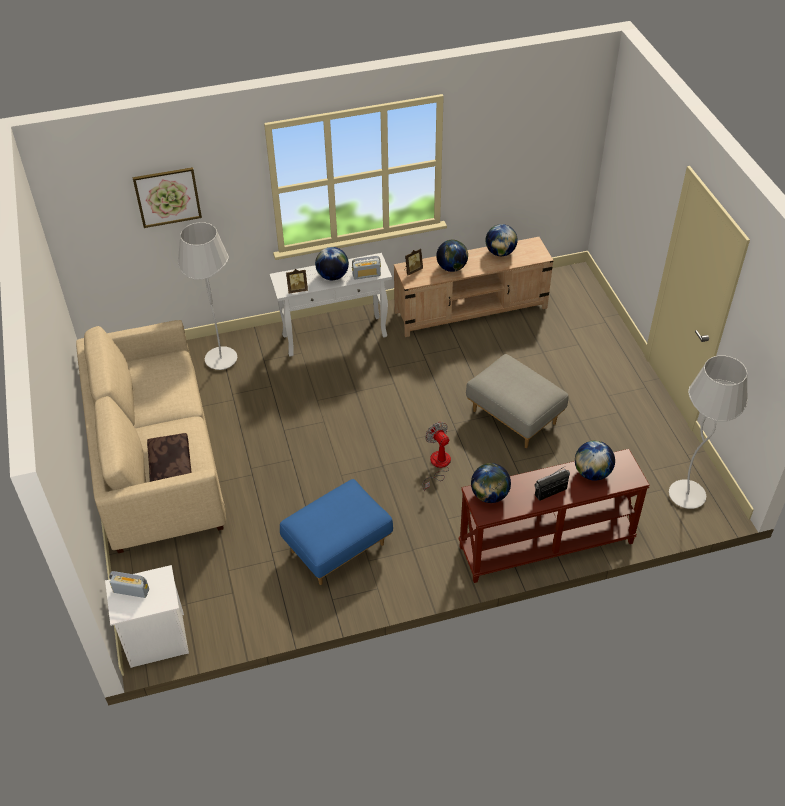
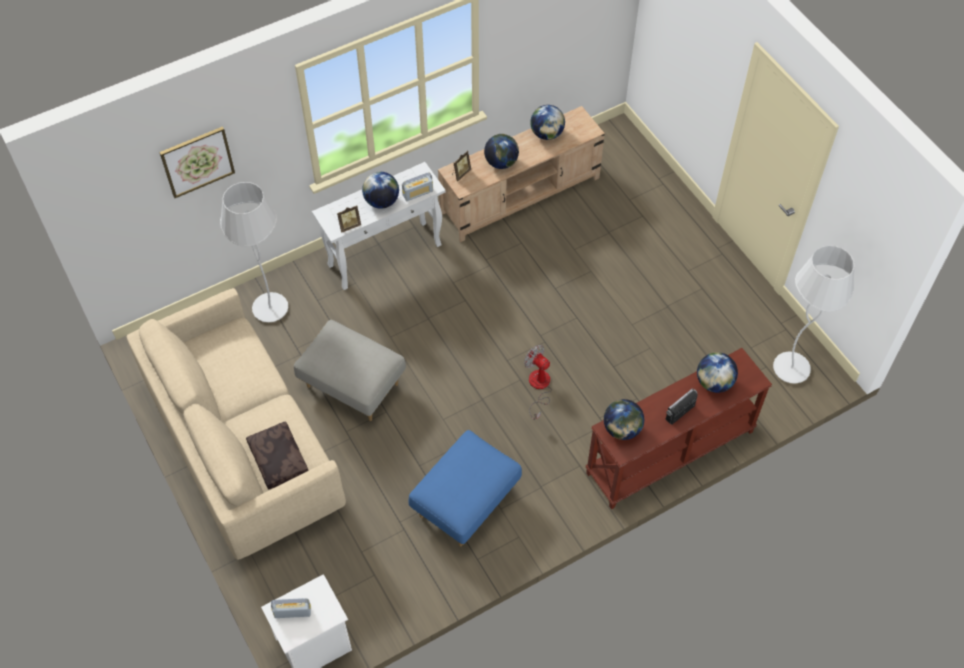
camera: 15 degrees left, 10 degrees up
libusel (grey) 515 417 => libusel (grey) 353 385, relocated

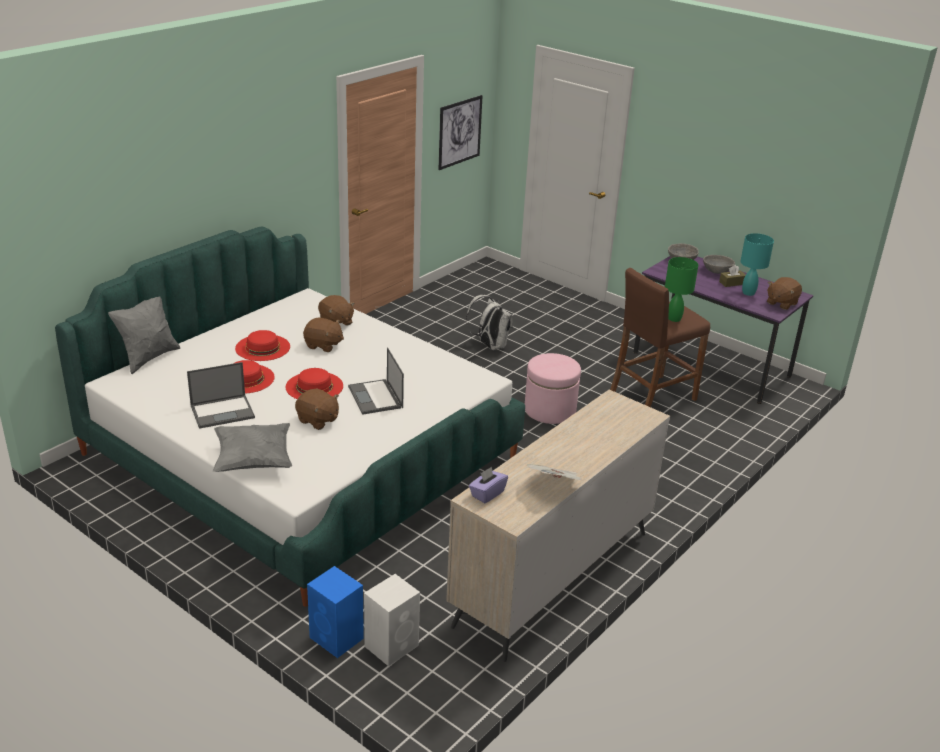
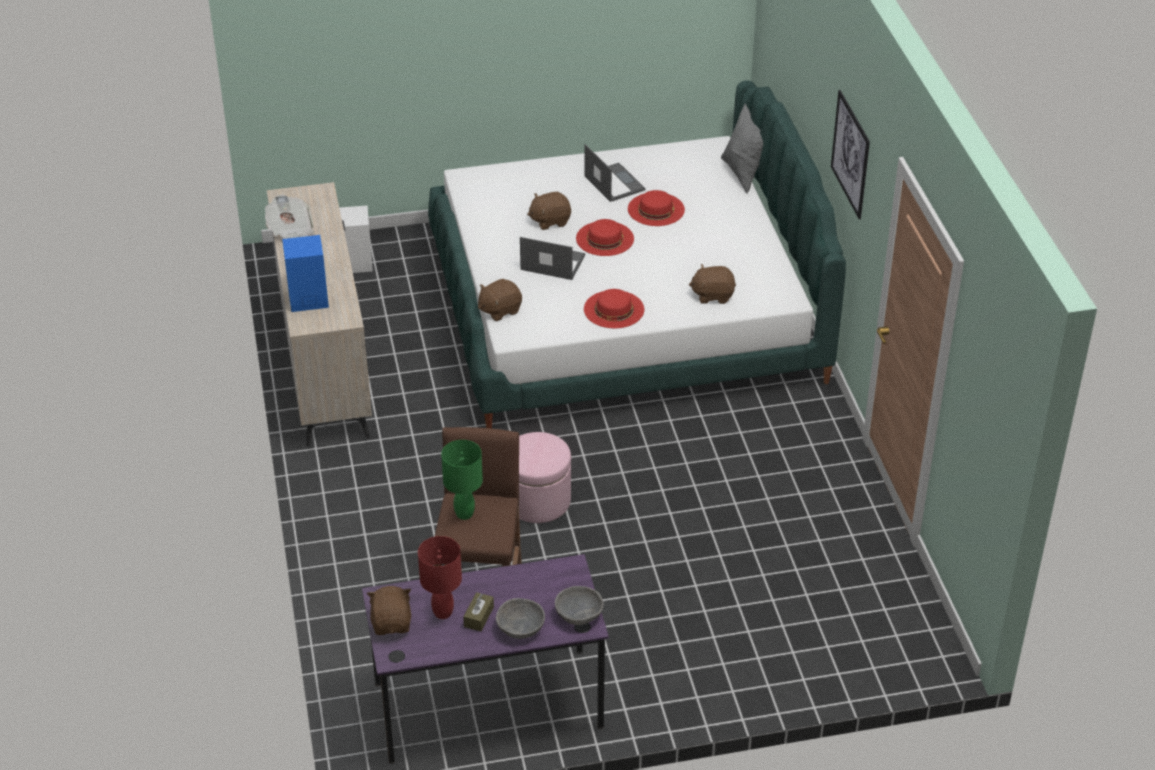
camera: 130 degrees right, 10 degrees up
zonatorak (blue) 337 638 => zonatorak (blue) 307 299, relocated
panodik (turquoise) 748 292 => panodik (red) 443 612
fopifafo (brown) 323 345 => fopifafo (brown) 499 310, relocated
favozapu 223 411 => favozapu 613 182, 135 degrees clockwise
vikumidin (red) 262 347 => vikumidin (red) 614 309, relocated
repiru 460 132 => repiru 850 154, relocated
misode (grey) 253 461 => nothing
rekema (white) 490 345 => nothing
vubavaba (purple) 487 494 => nothing

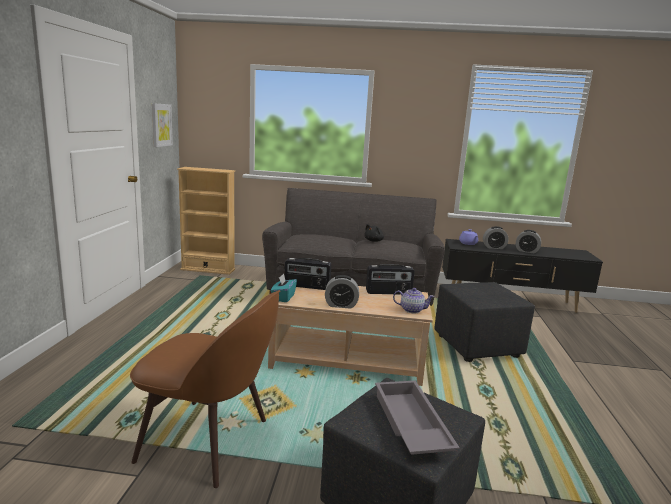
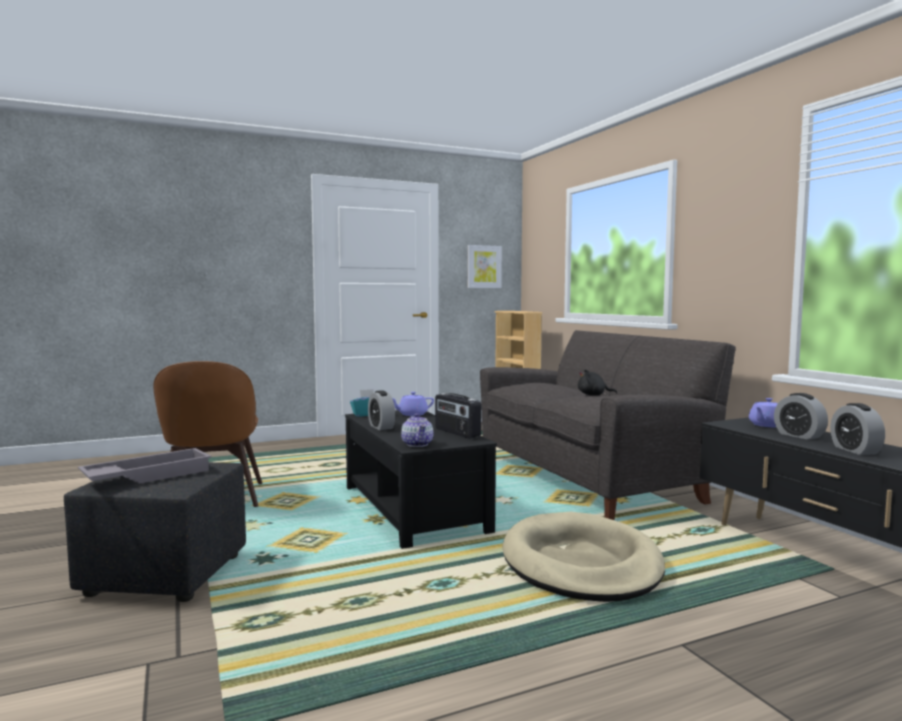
camera: 60 degrees right, 10 degrees down
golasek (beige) 348 359 => golasek (black) 414 509
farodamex 307 286 => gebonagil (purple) 412 414
libusel (black) 478 346 => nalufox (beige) 581 563

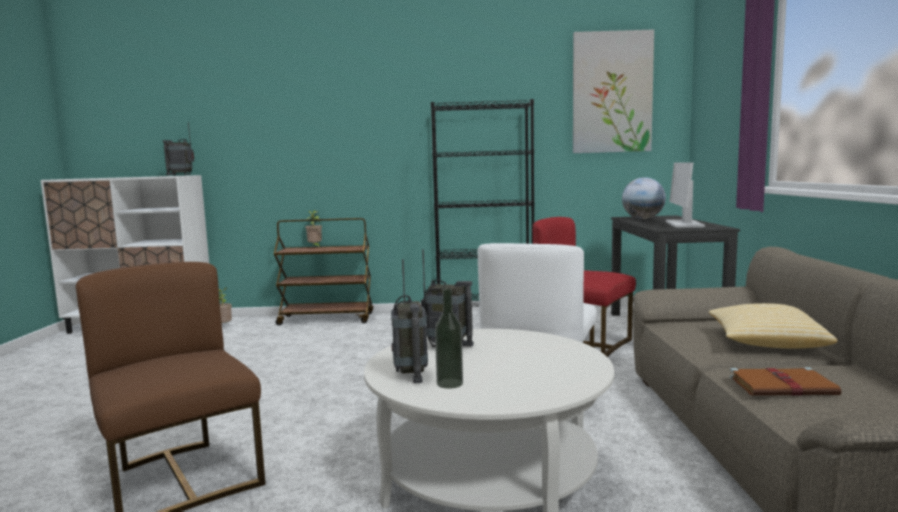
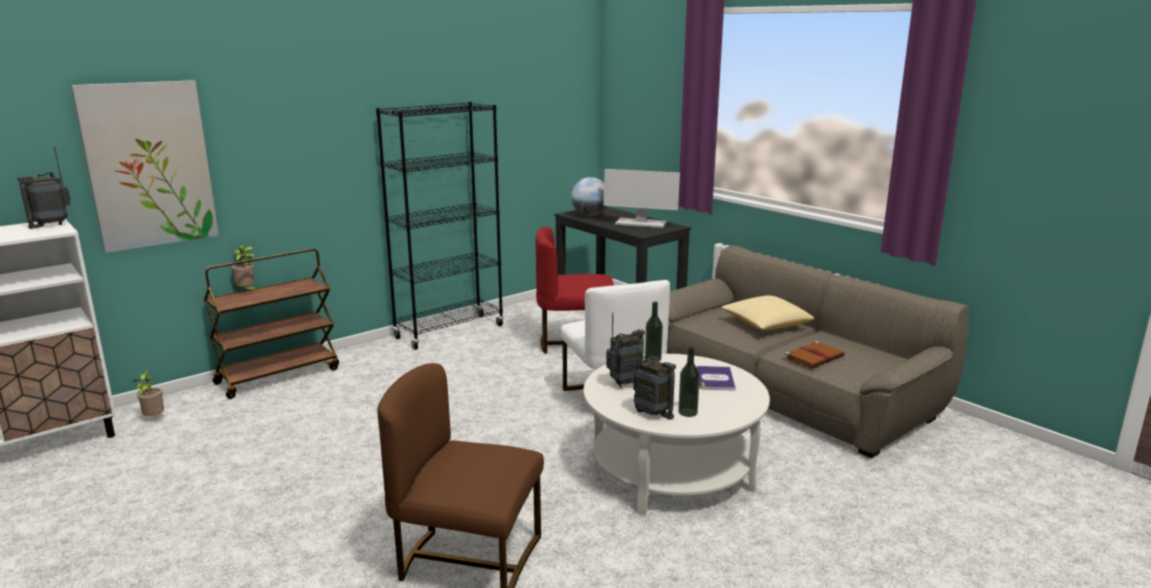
camera: 40 degrees left, 10 degrees up
repiru 612 92 => repiru 149 165, relocated
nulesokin 683 224 => nulesokin 640 223, 45 degrees counterclockwise
nothing => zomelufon 653 359
nothing => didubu 714 379

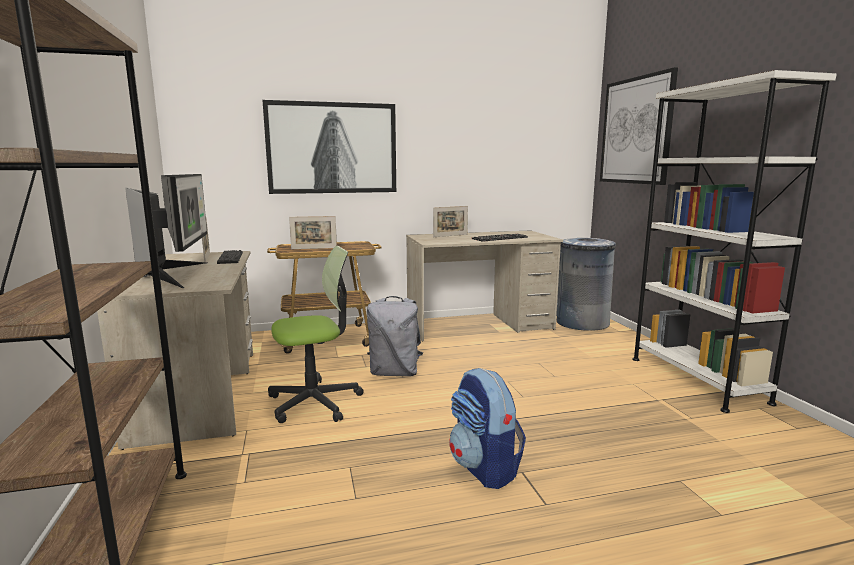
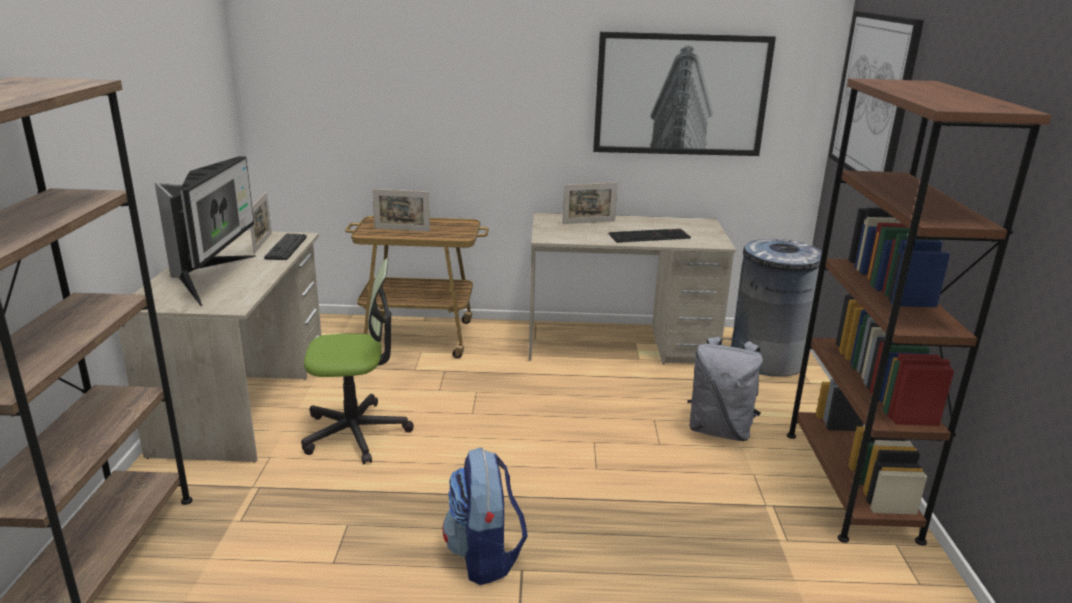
camera: 15 degrees right, 10 degrees up
repiru 332 148 => repiru 681 95, relocated
rekema (grey) 395 373 => rekema (grey) 720 430, relocated
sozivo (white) 696 379 => sozivo (brown) 849 483

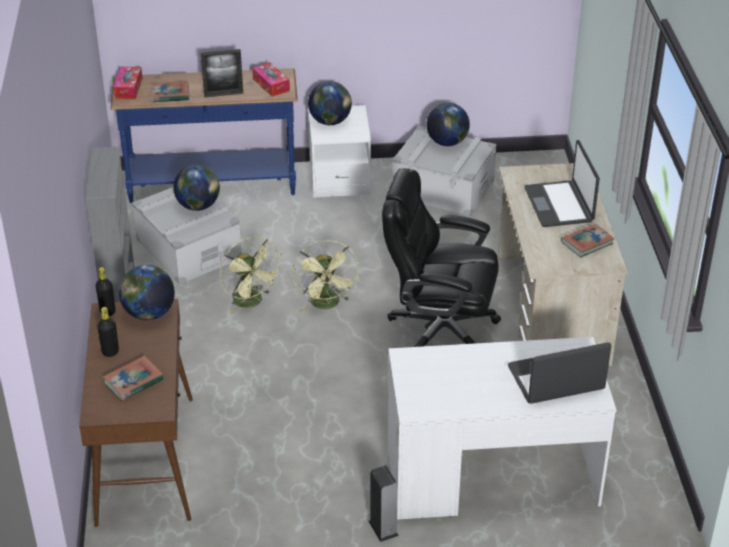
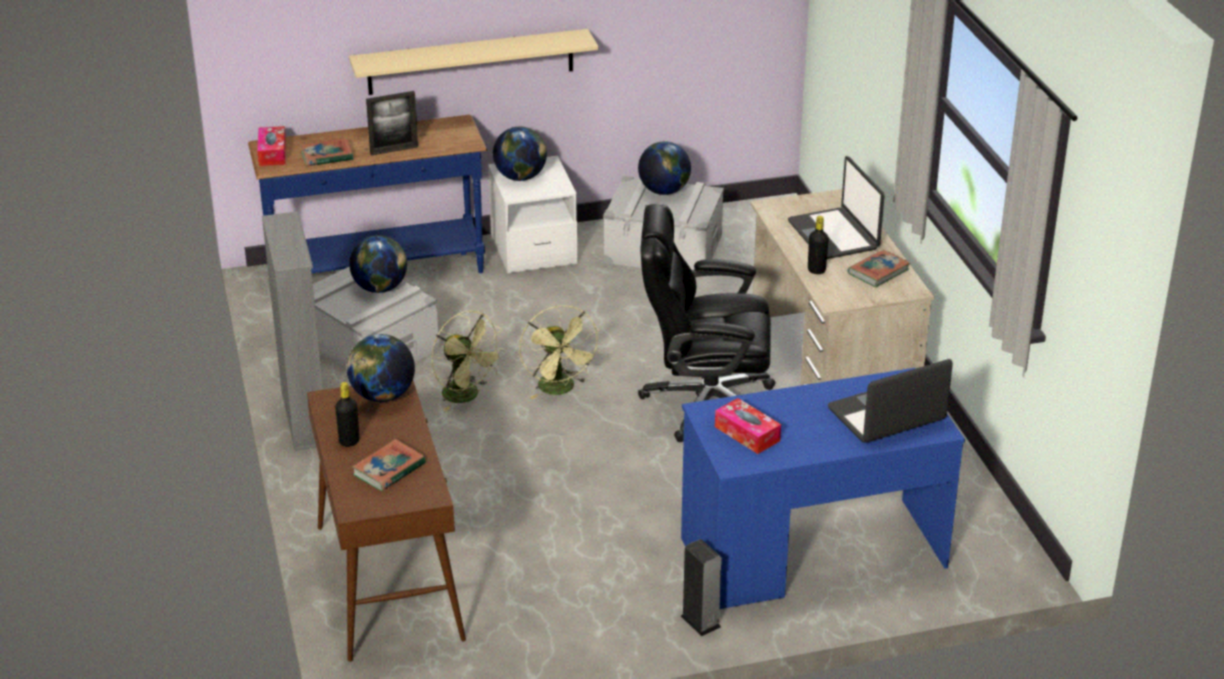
camera: 10 degrees left, 5 degrees down
nothing => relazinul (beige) 470 62
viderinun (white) 491 478 => viderinun (blue) 812 553
vubavaba 271 85 => vubavaba 747 434, relocated
zomelufon (black) 107 311 => zomelufon (black) 816 270, relocated

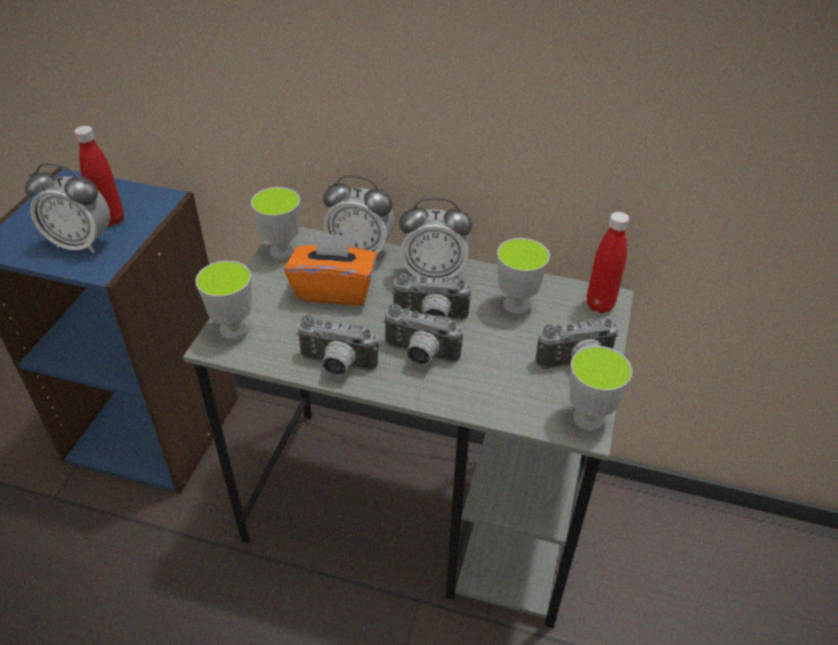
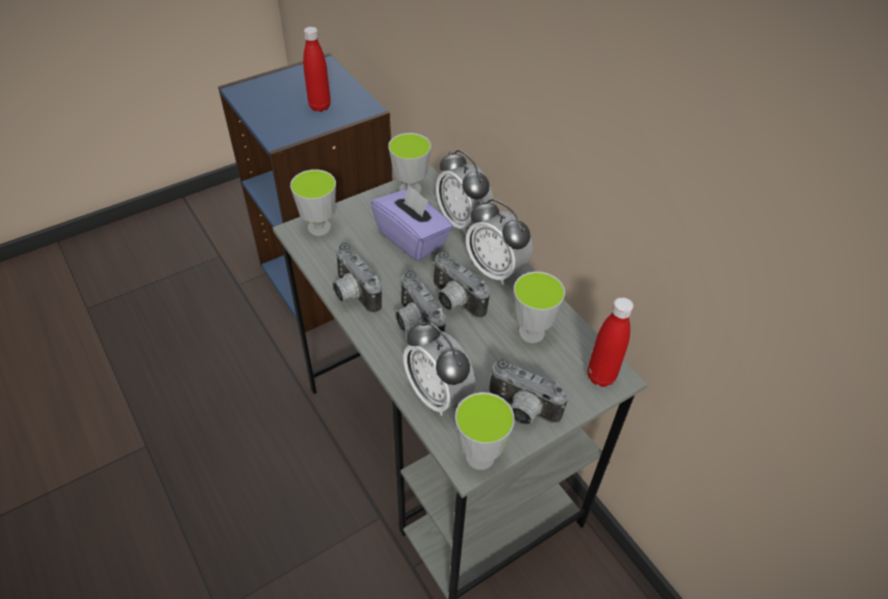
camera: 40 degrees right, 5 degrees up
vubavaba (orange) 334 290 => vubavaba (purple) 412 238
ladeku 81 243 => ladeku 438 394, relocated

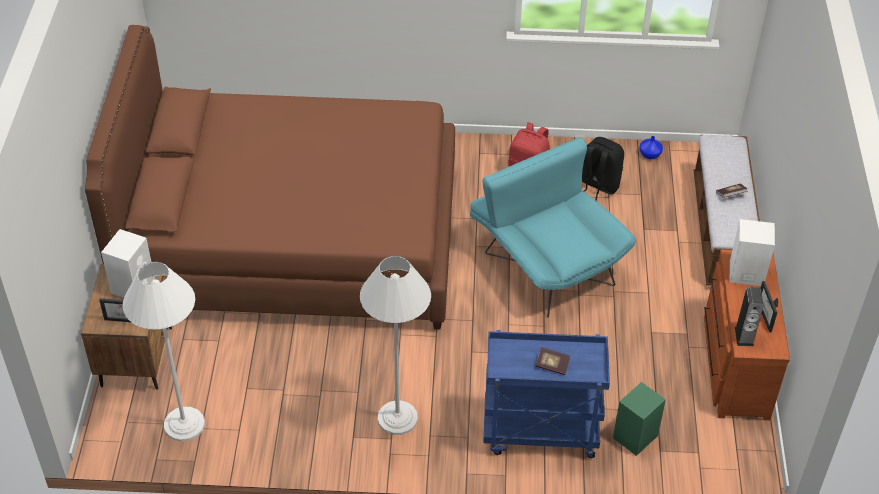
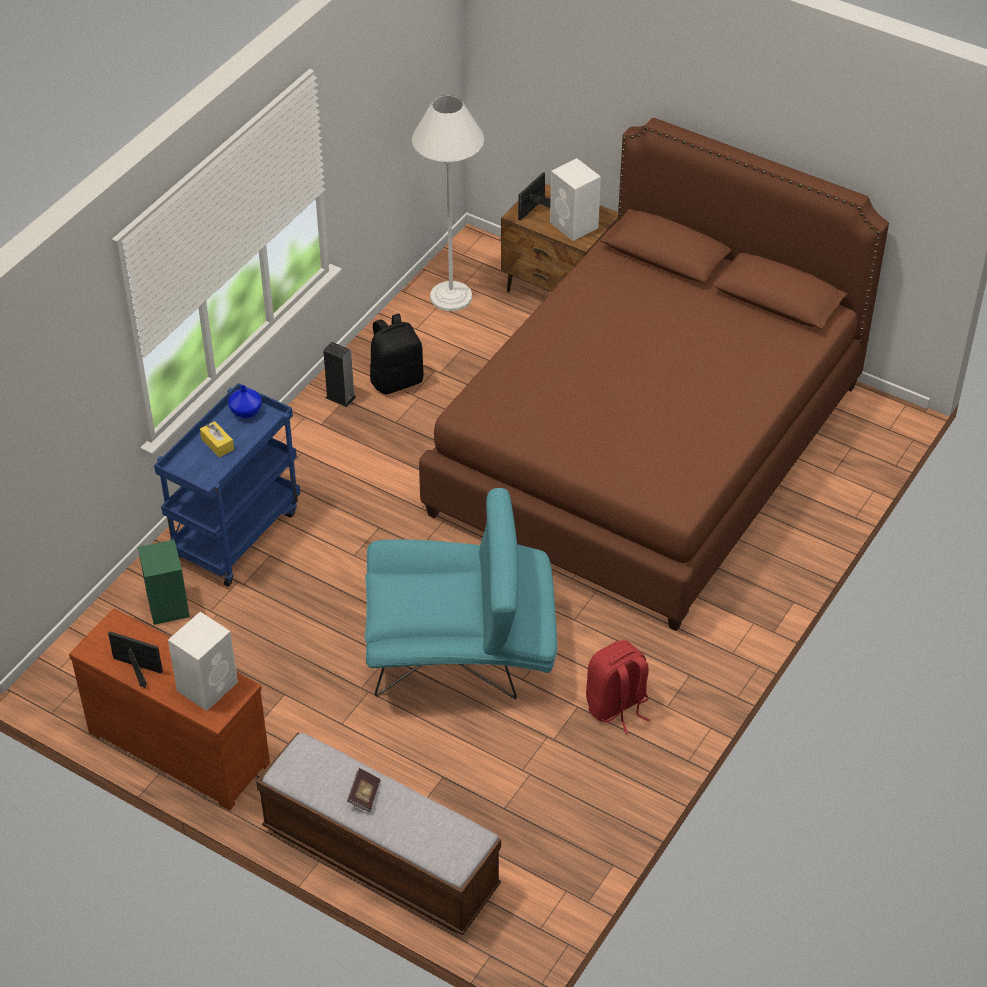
camera: 120 degrees right, 0 degrees up
didubu 552 365 => vubavaba (yellow) 217 444
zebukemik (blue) 649 155 => zebukemik (blue) 246 411, relocated
zonatorak 744 336 => zonatorak 340 397, relocated
rekema (black) 598 185 => rekema (black) 397 380, relocated
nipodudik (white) 397 418 => nothing

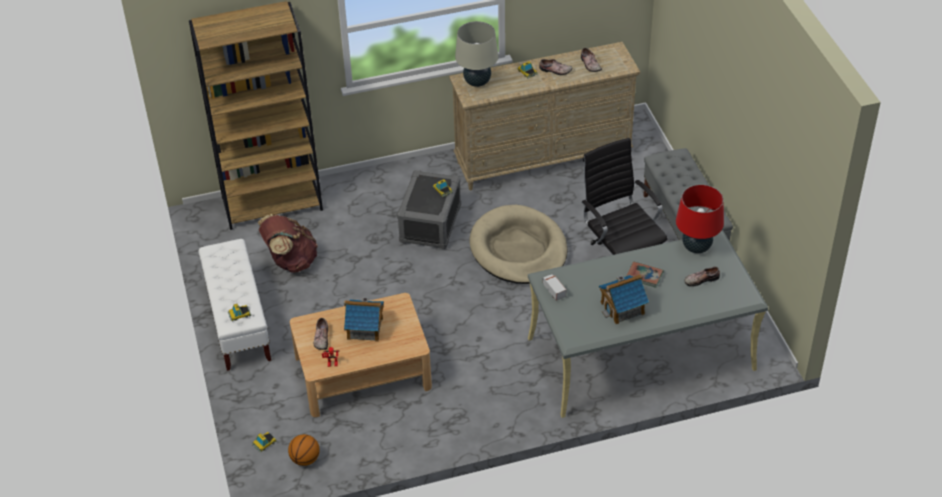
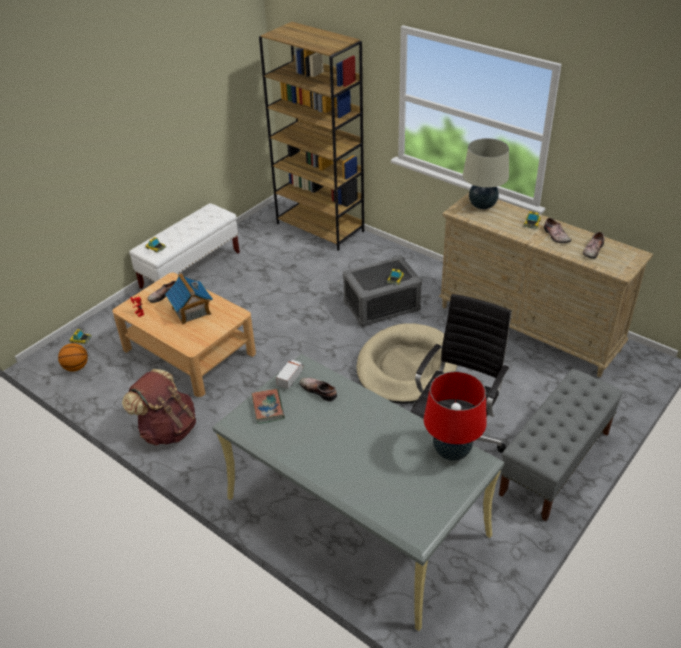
camera: 55 degrees right, 5 degrees down
rekema (brown) 290 261 => rekema (brown) 167 429, relocated
didubu 644 276 => didubu 268 408, relocated
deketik 701 279 => deketik 319 390, relocated
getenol 622 308 => nothing

